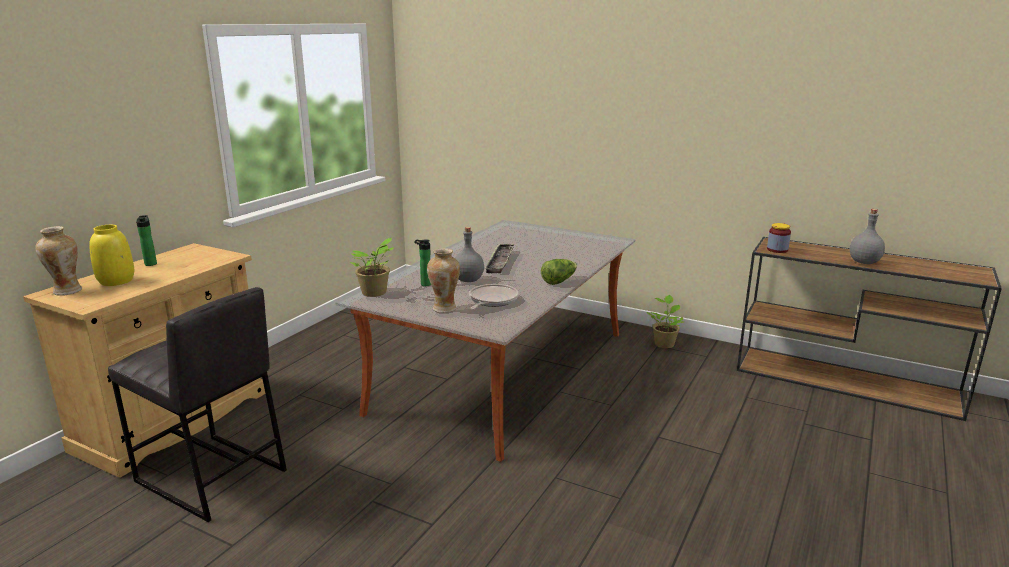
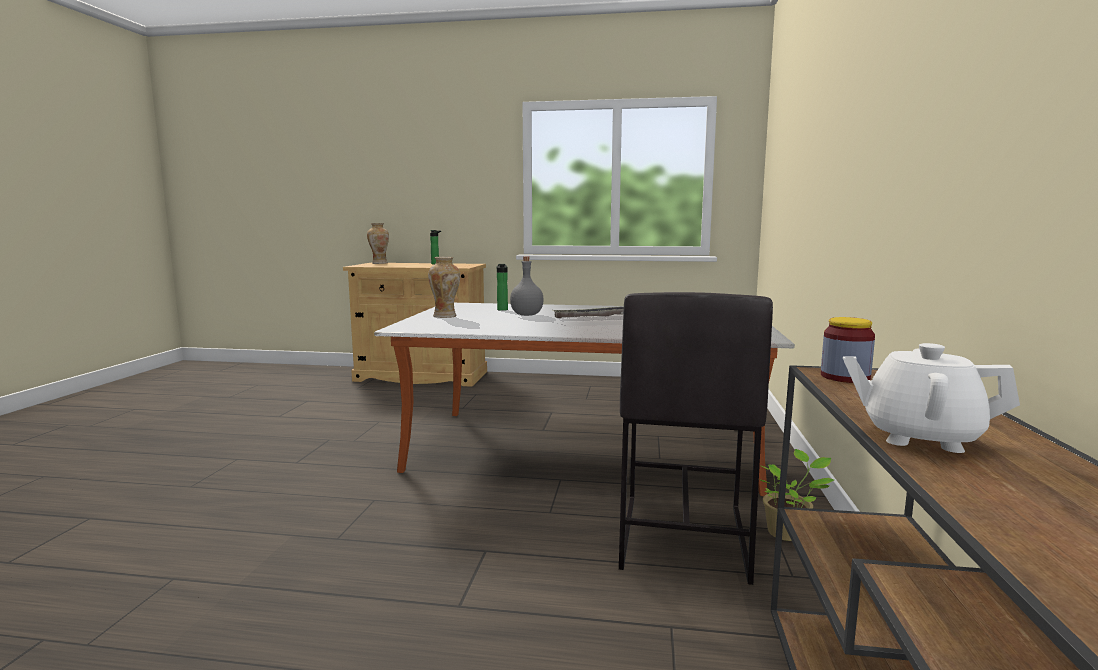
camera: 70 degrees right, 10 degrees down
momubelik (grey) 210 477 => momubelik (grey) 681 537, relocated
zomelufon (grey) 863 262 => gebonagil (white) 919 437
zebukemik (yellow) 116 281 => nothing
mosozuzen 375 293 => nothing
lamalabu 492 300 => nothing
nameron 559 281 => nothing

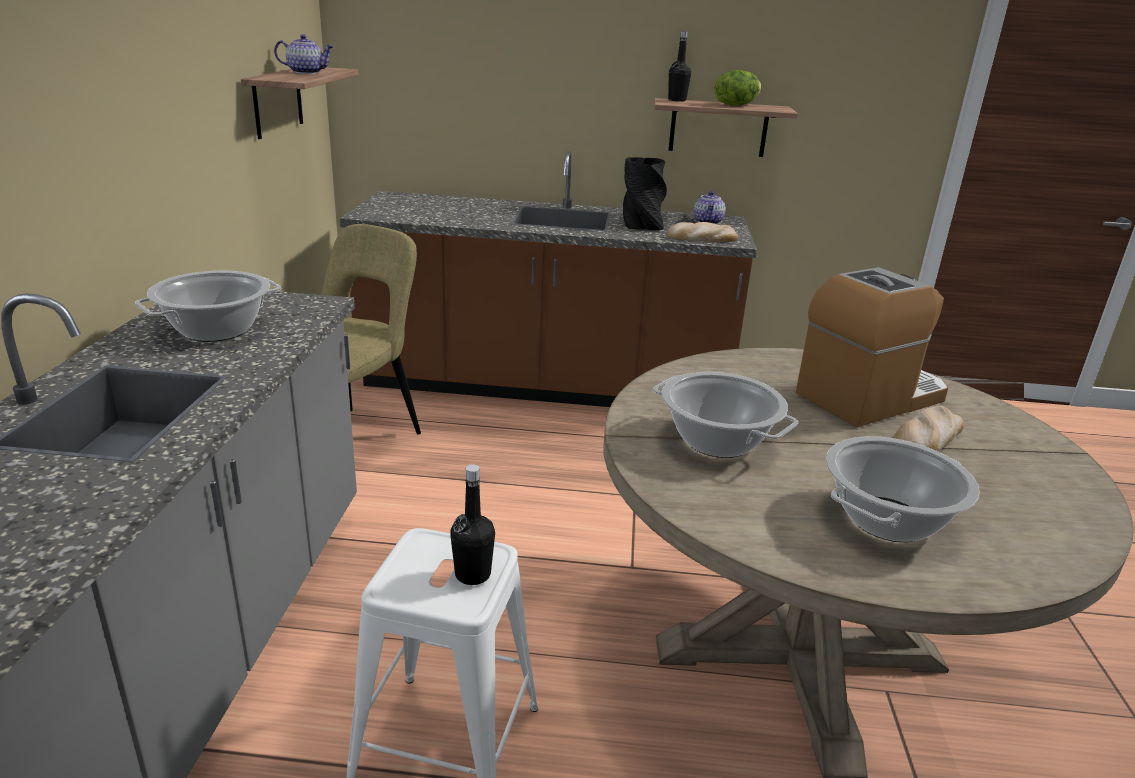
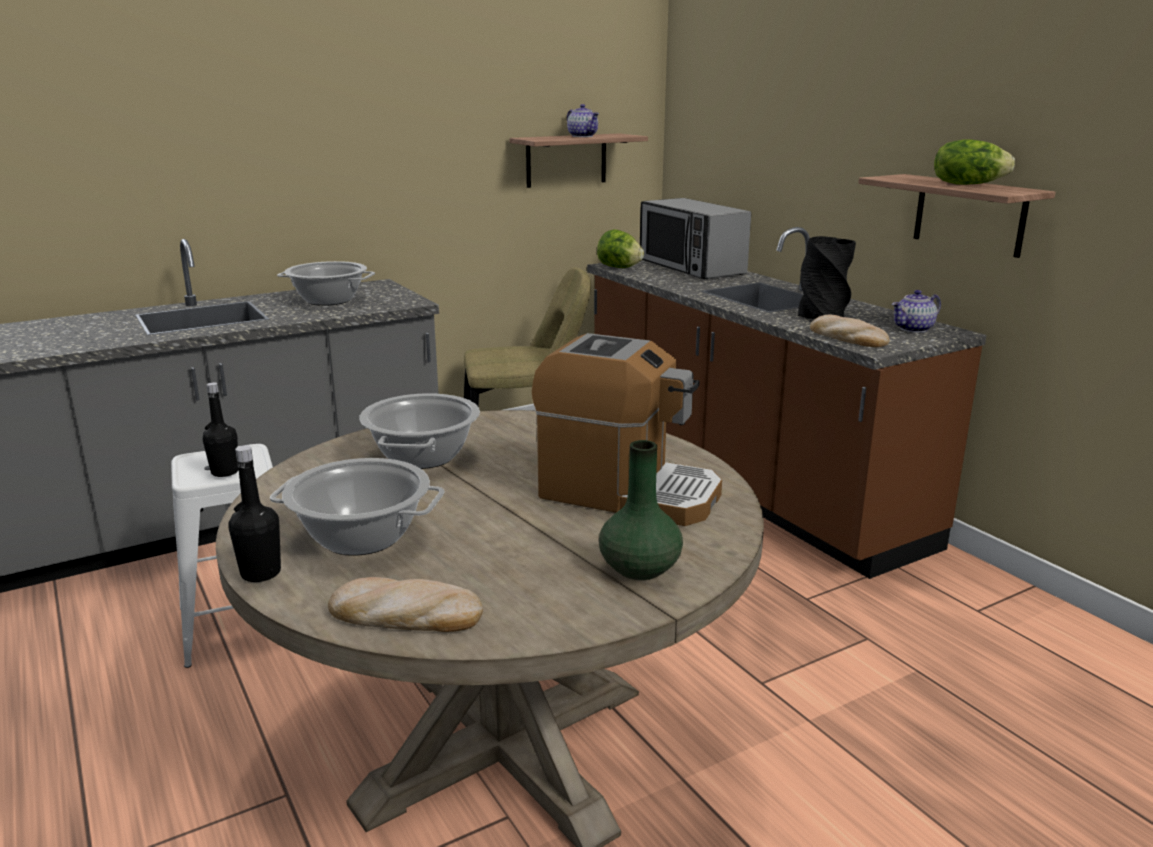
camera: 55 degrees right, 5 degrees down
zomelufon (black) 677 100 => zomelufon (black) 261 573, relocated
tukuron 926 438 => tukuron 405 614, relocated
nothing => nameron 619 267
nothing => zebukemik (green) 638 569
nothing => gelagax 691 267

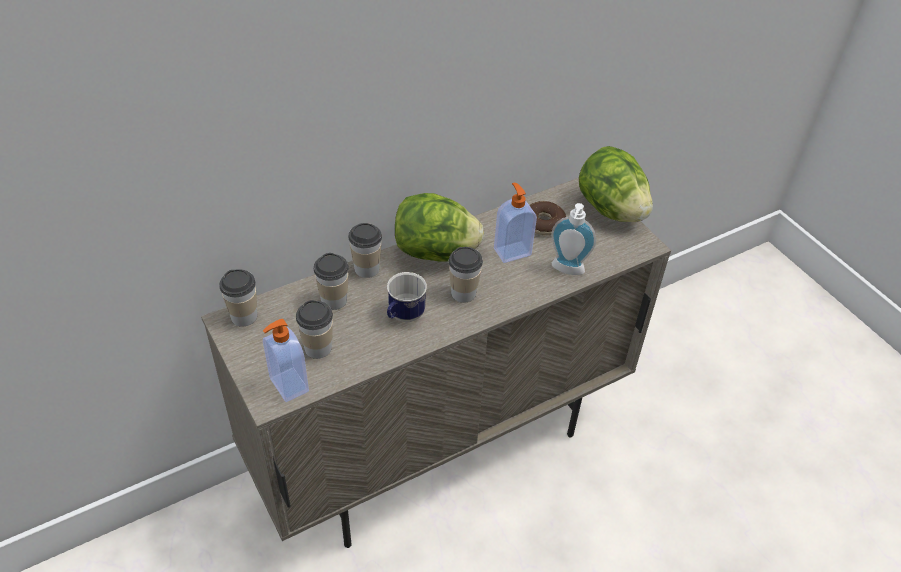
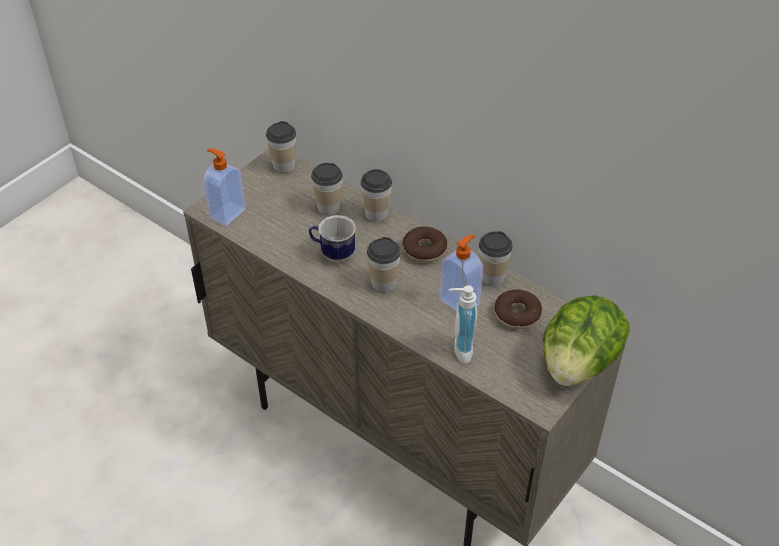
camera: 70 degrees right, 0 degrees up
nameron 435 252 => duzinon 424 250
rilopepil 318 348 => rilopepil 492 277, relocated

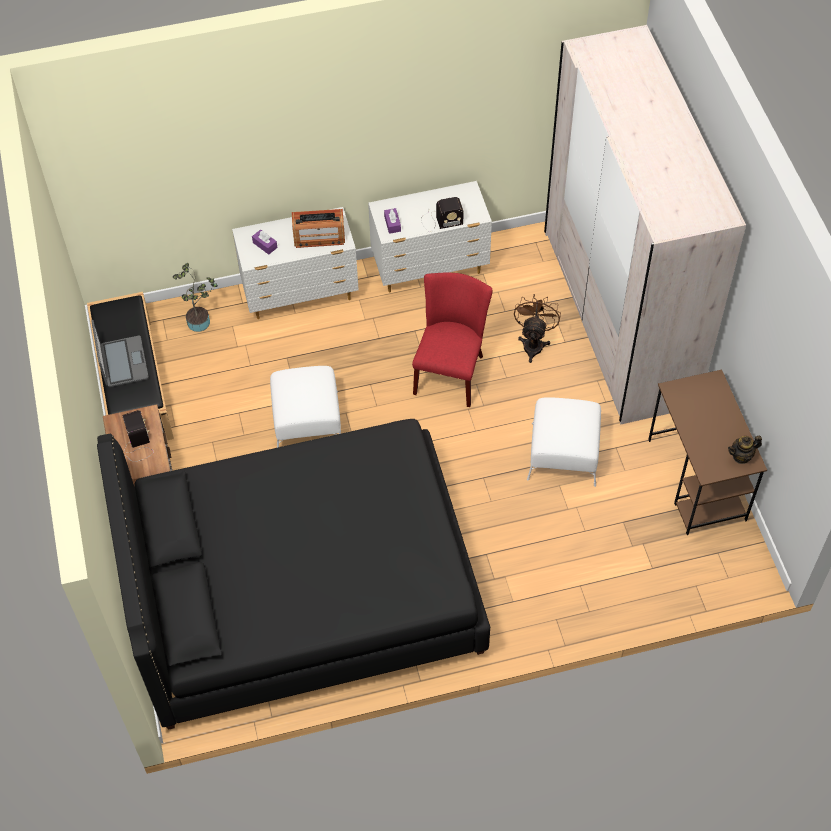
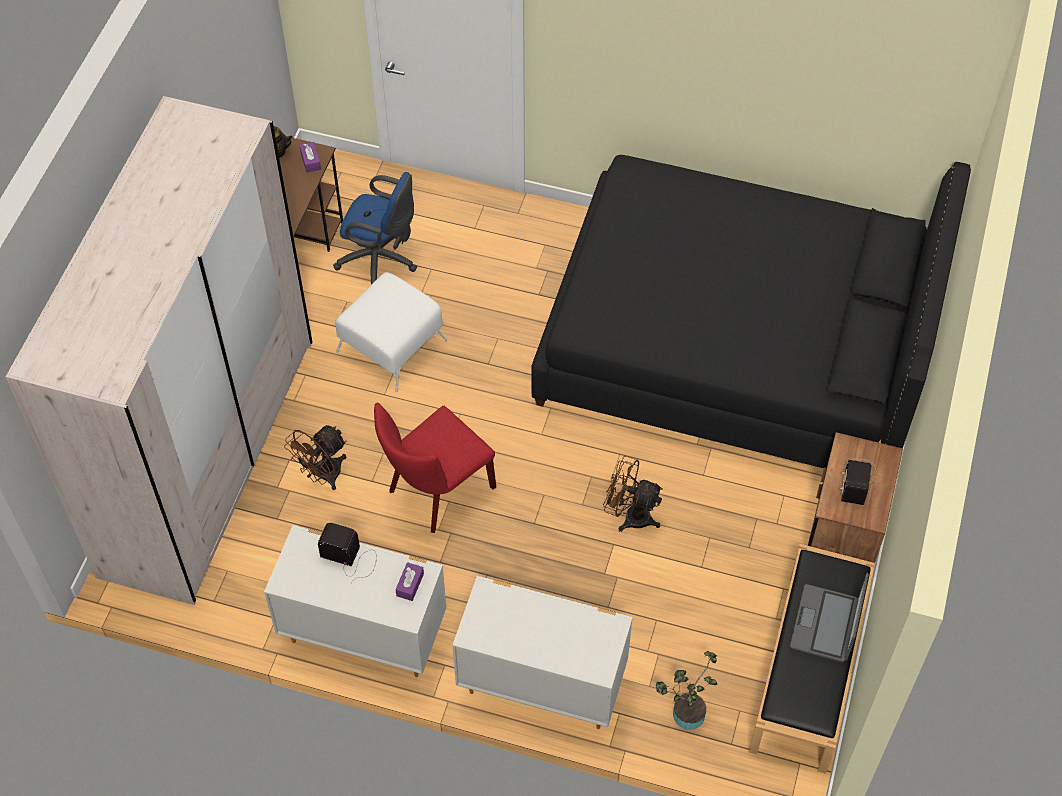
camera: 150 degrees left, 0 degrees up
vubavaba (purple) 265 245 => vubavaba (purple) 310 161, relocated
nothing => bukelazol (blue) 381 261
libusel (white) 308 421 => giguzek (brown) 630 515
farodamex 319 237 => nothing

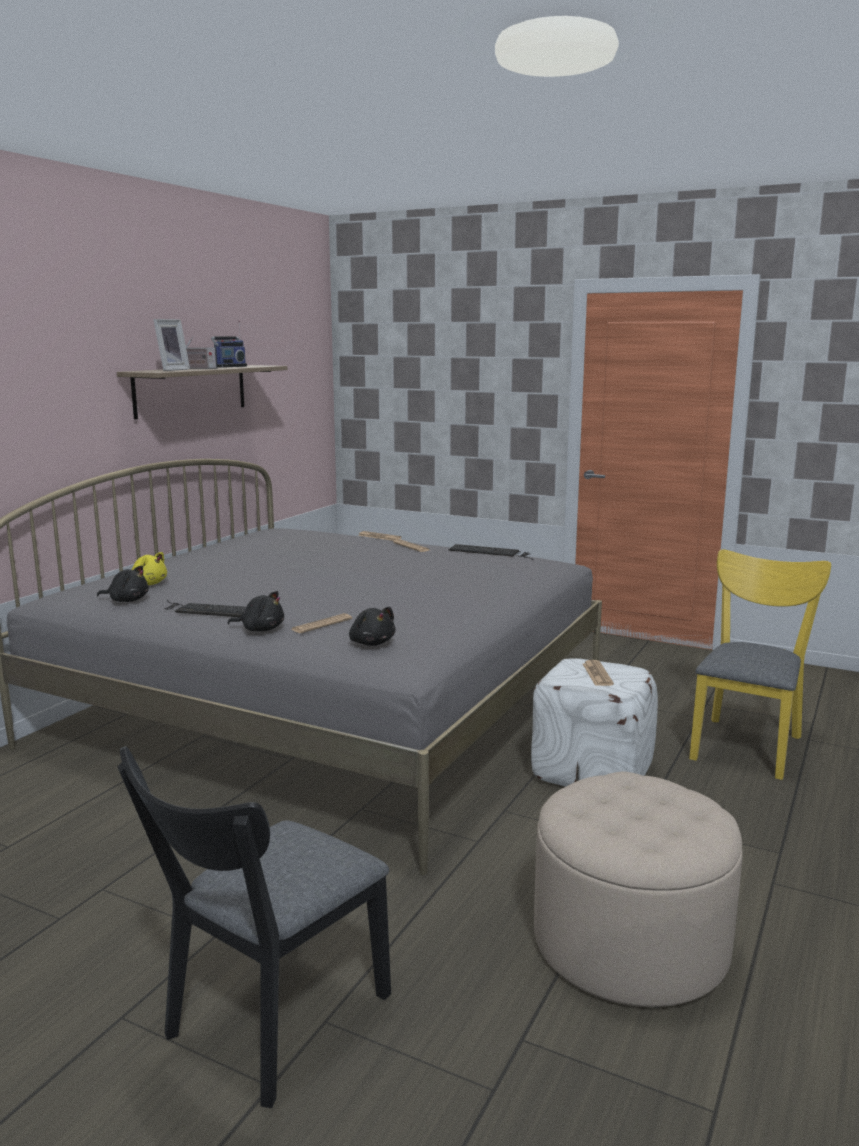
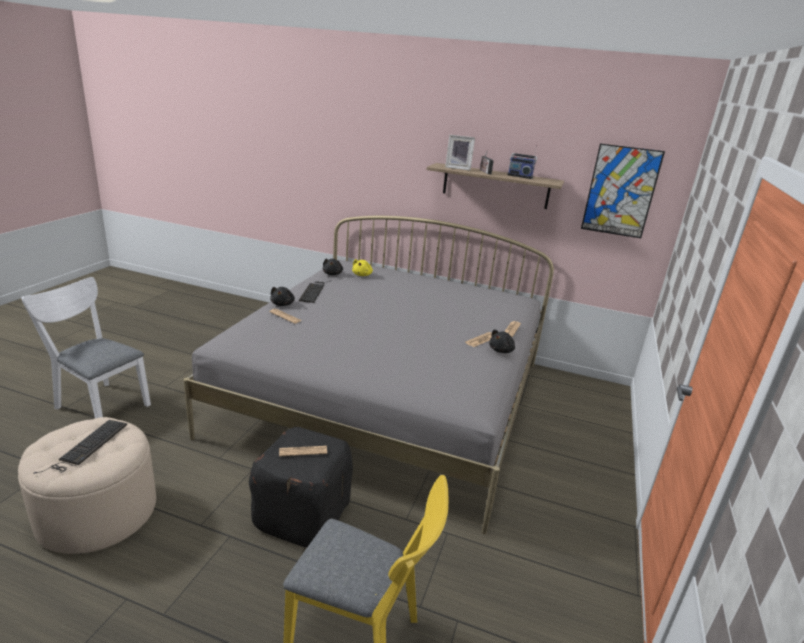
camera: 80 degrees right, 10 degrees up
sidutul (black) 268 1025 => sidutul (white) 99 404
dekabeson 491 552 => dekabeson 87 447, relocated
libusel (white) 591 772 => libusel (black) 304 515
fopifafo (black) 371 643 => fopifafo (black) 502 350, relocated
nothing => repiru 620 191

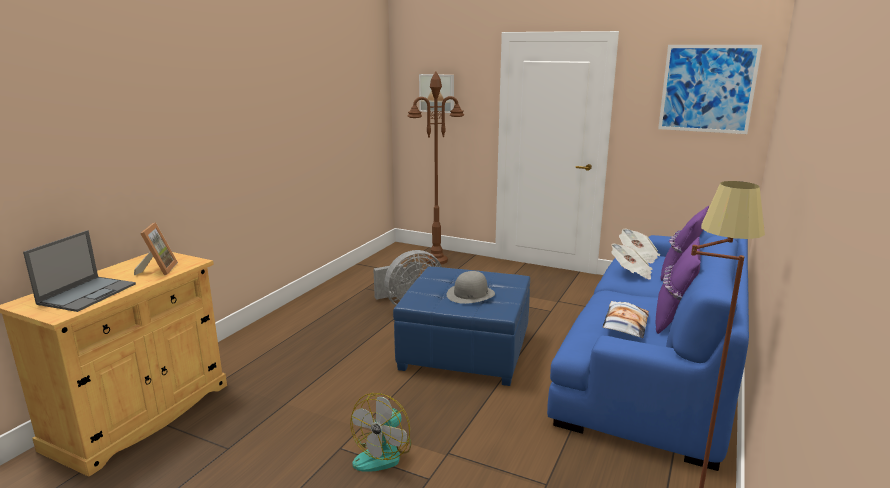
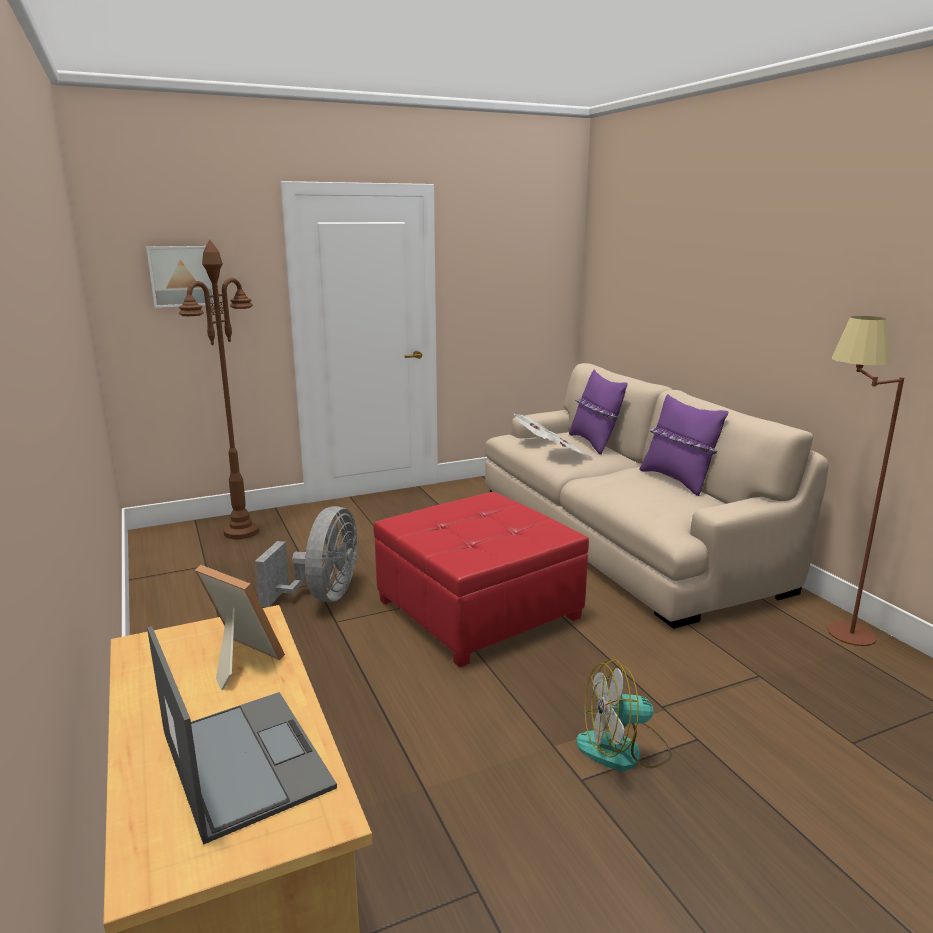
camera: 50 degrees left, 0 degrees up
libusel (blue) 466 350 => libusel (red) 478 608
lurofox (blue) 654 358 => lurofox (beige) 619 536
giguzek 384 453 => giguzek 623 750, 105 degrees clockwise
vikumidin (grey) 470 294 => nothing
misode 624 324 => nothing
repiru 707 89 => nothing

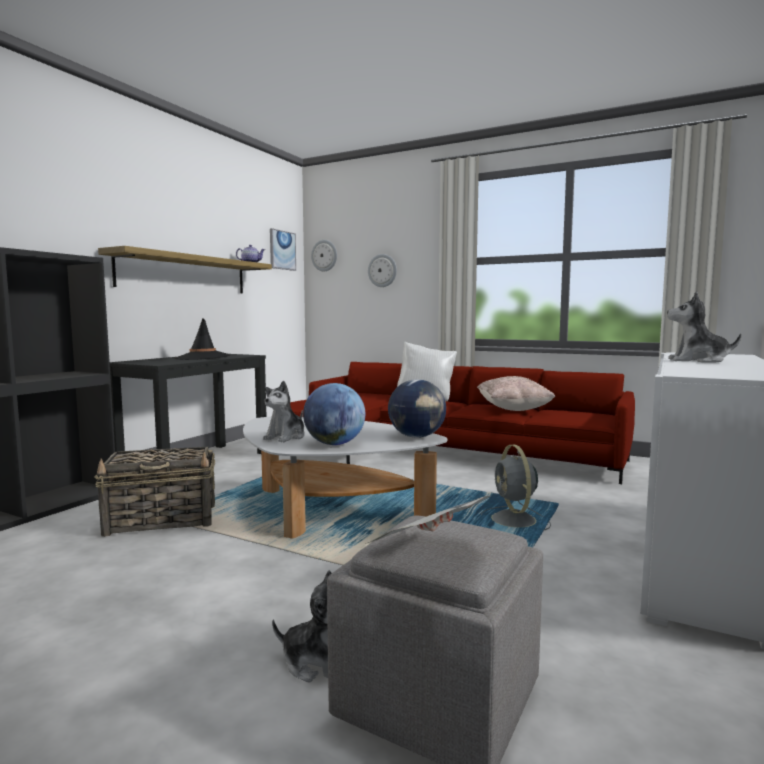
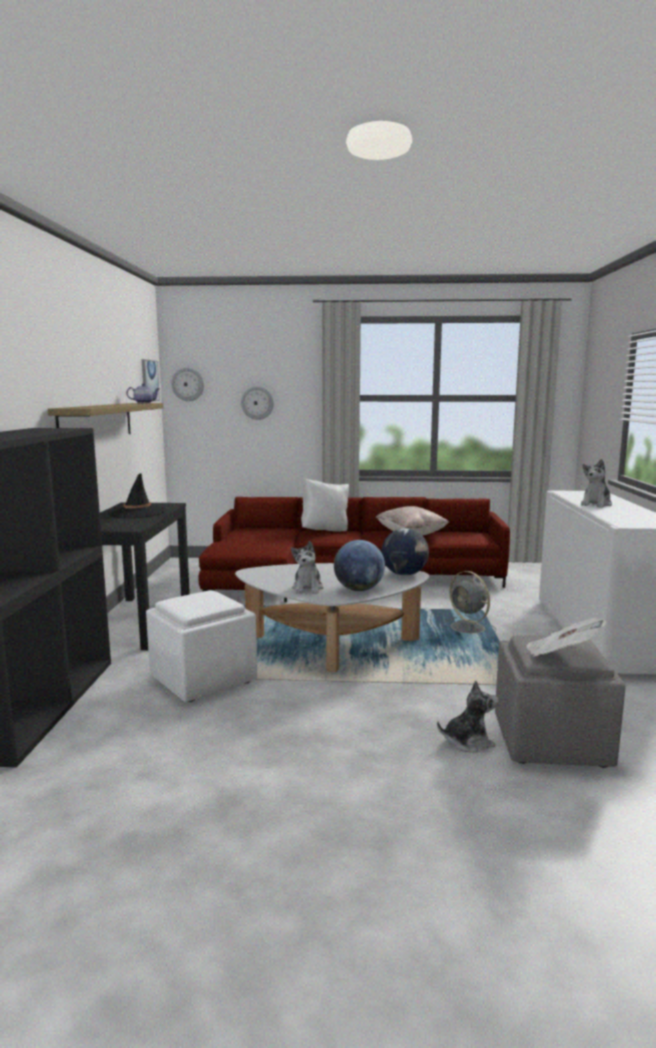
camera: 25 degrees left, 5 degrees up
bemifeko 163 520 => libusel (white) 203 679
fopifafo 698 361 => fopifafo 596 504, 45 degrees counterclockwise

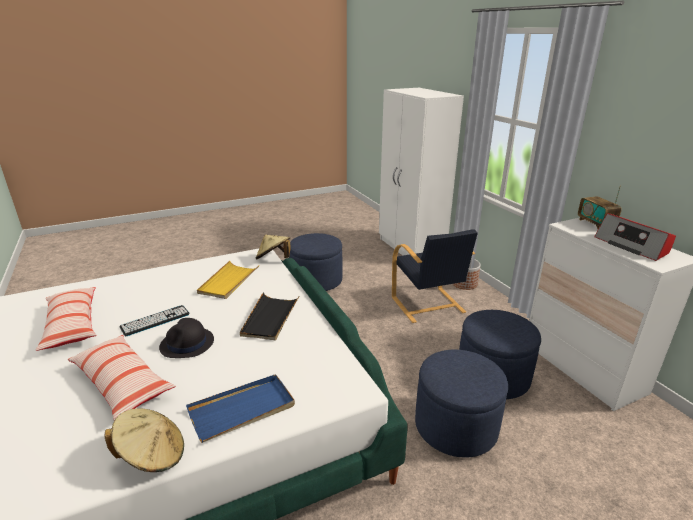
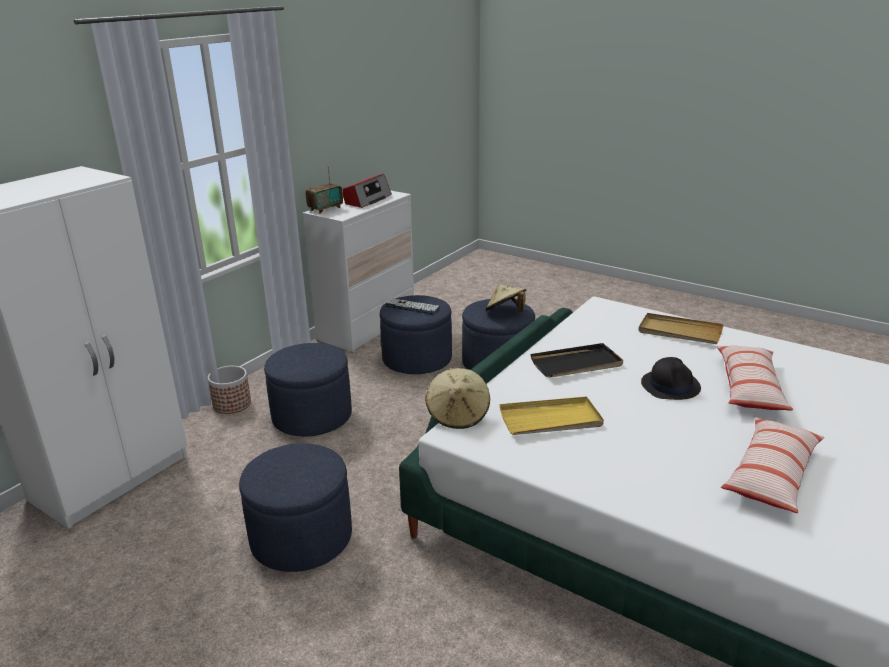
camera: 120 degrees left, 0 degrees up
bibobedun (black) 428 305 => libusel (blue) 312 416
dekabeson 155 320 => dekabeson 412 307, relocated
vikumidin (beige) 153 455 => vikumidin (beige) 505 312, relocated
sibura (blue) 242 410 => sibura (beige) 679 332

